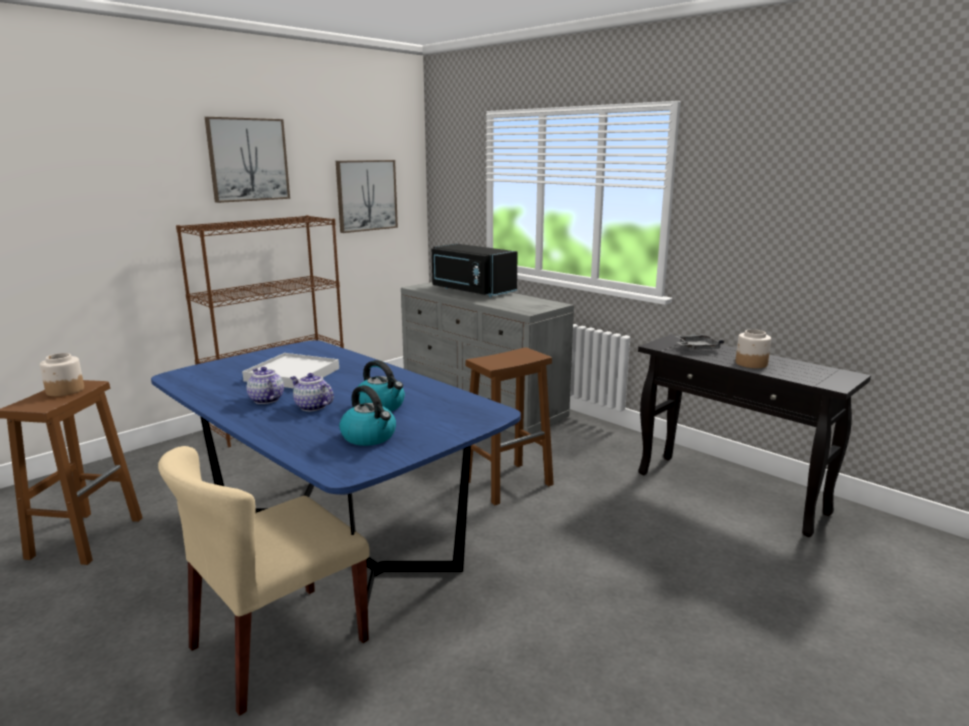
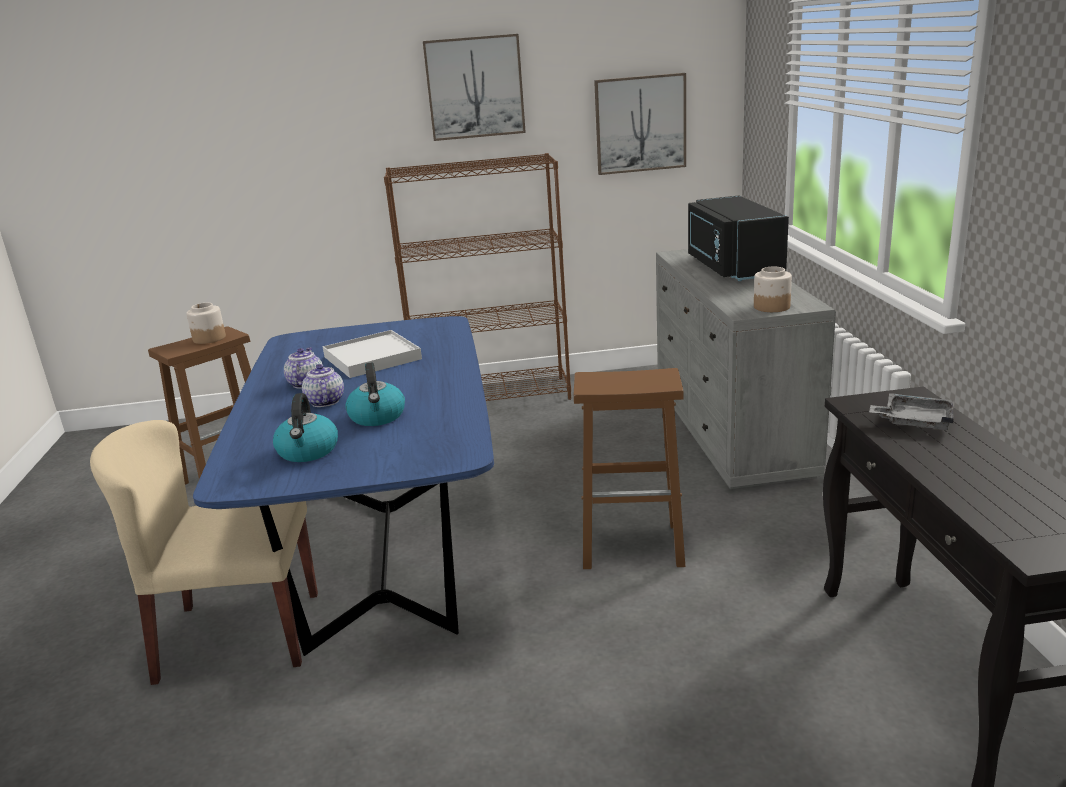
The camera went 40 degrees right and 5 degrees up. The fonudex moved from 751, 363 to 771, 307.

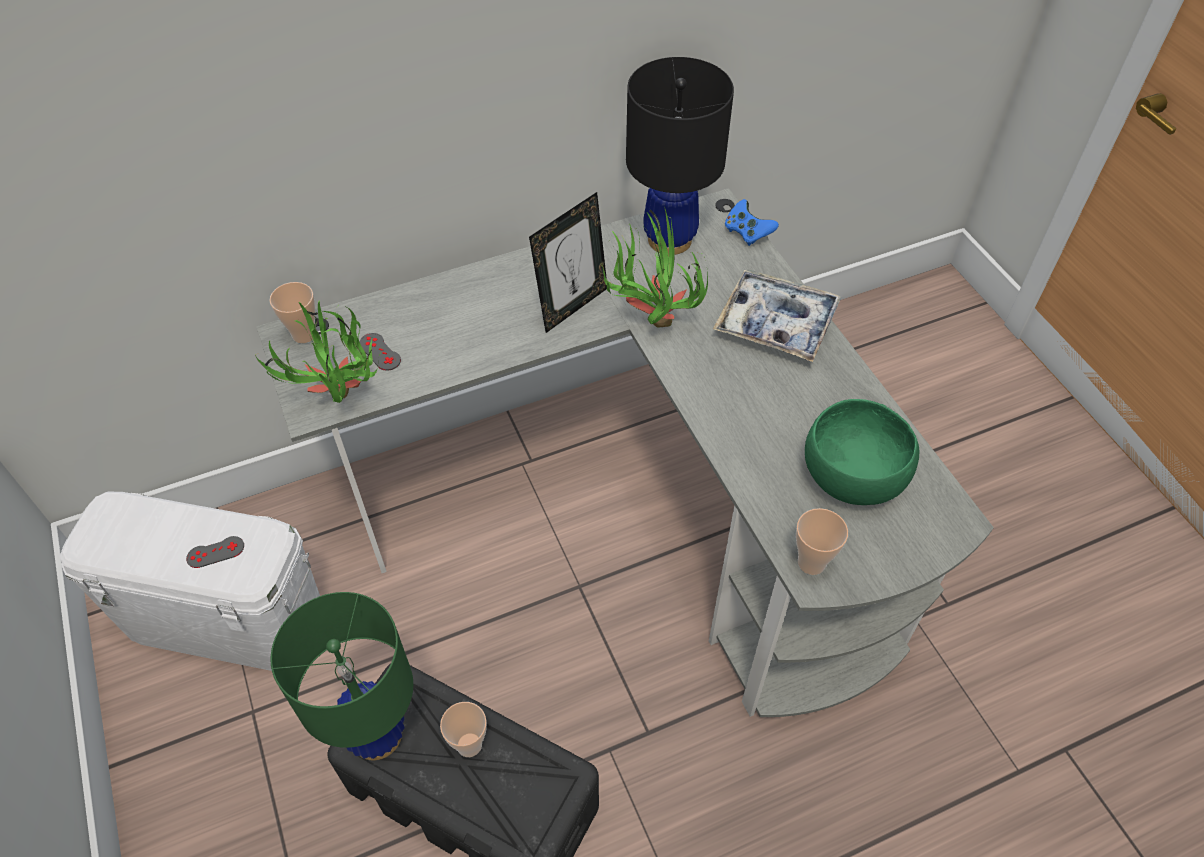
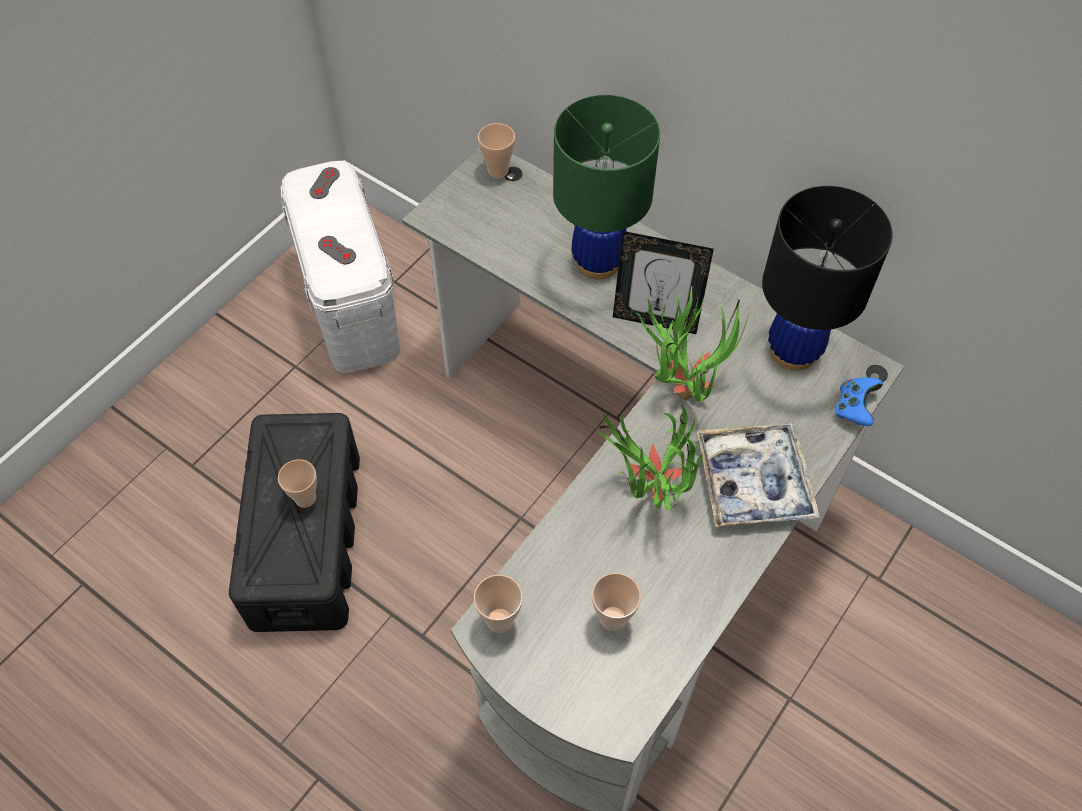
The camera went 60 degrees right and 5 degrees up. The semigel moved from 342, 404 to 649, 496. The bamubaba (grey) moved from 380, 352 to 324, 183. The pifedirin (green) at 853, 477 was replaced by the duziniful at 613, 618. The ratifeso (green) moved from 376, 735 to 597, 262.

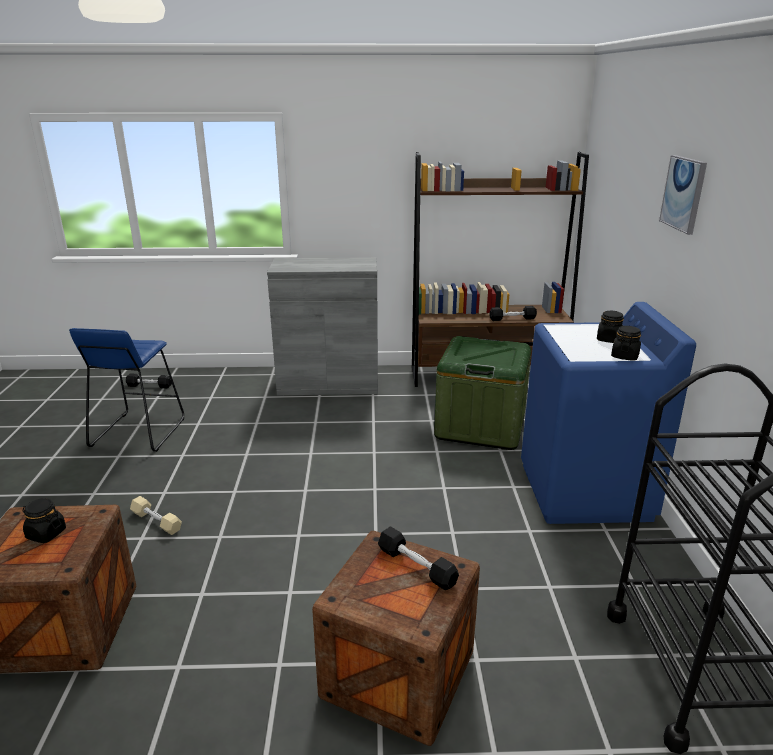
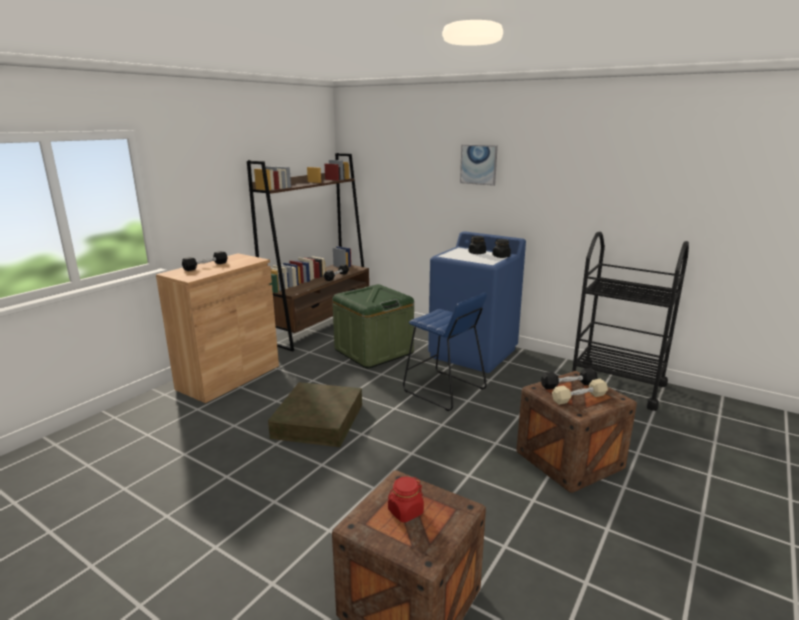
The camera went 55 degrees left and 5 degrees down. The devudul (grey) at 328, 384 became the devudul (brown) at 229, 377. The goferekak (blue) moved from 138, 432 to 443, 390. The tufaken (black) moved from 149, 386 to 205, 266. The tufaken (beige) moved from 156, 521 to 579, 398. The fonudex (black) at 46, 534 became the fonudex (red) at 405, 512. The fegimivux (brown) at 318, 421 appeared.

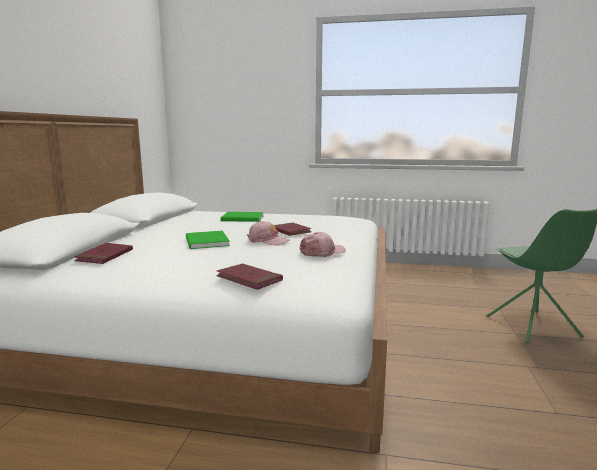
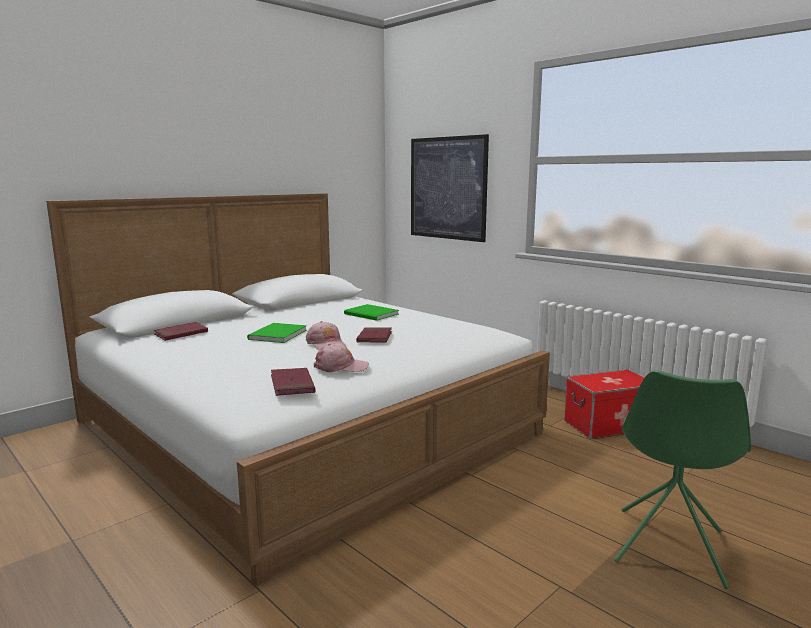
The camera went 35 degrees right and 0 degrees up. The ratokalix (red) moved from 249, 279 to 292, 384. The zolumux at 447, 188 appeared. The fegimivux at 608, 425 appeared.

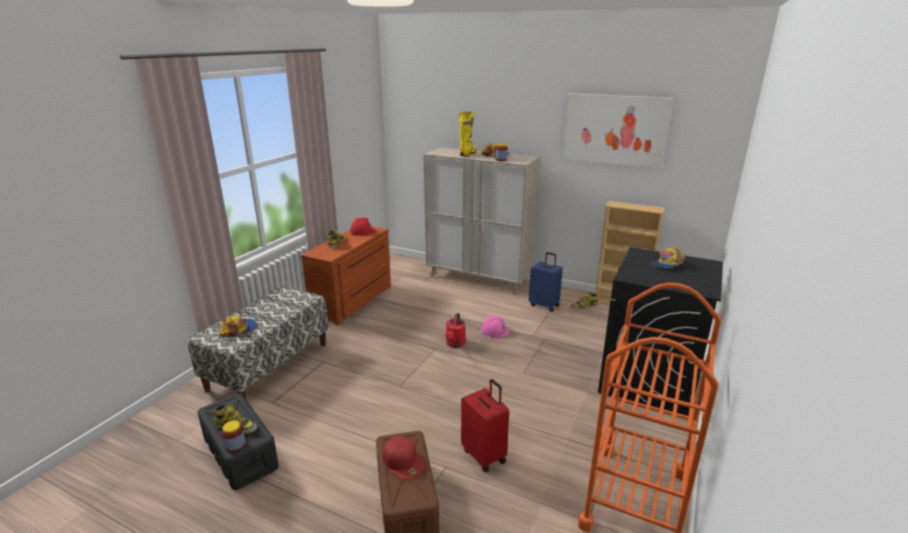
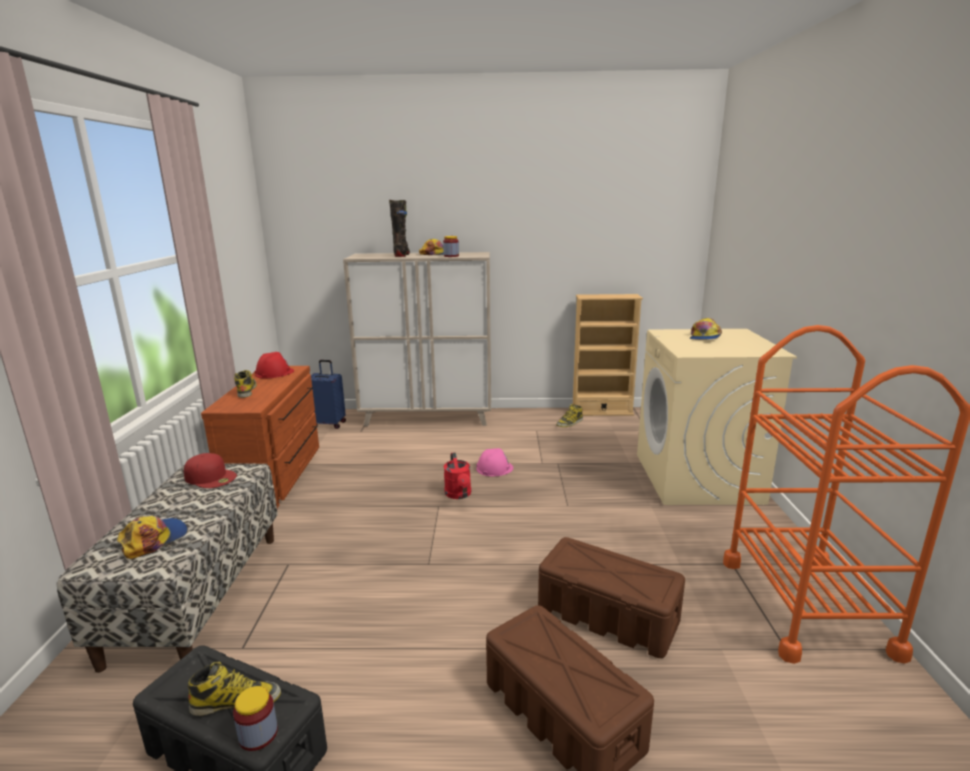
The camera went 25 degrees left and 5 degrees down. The zolumux at 614, 129 disappeared. The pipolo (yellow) at 468, 154 became the pipolo (black) at 402, 255. The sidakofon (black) at 648, 380 became the sidakofon (beige) at 698, 478. The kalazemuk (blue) moved from 544, 305 to 328, 424. The kalazemuk (red) at 484, 455 was replaced by the fegimivux (brown) at 608, 615. The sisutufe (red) moved from 403, 461 to 211, 477.

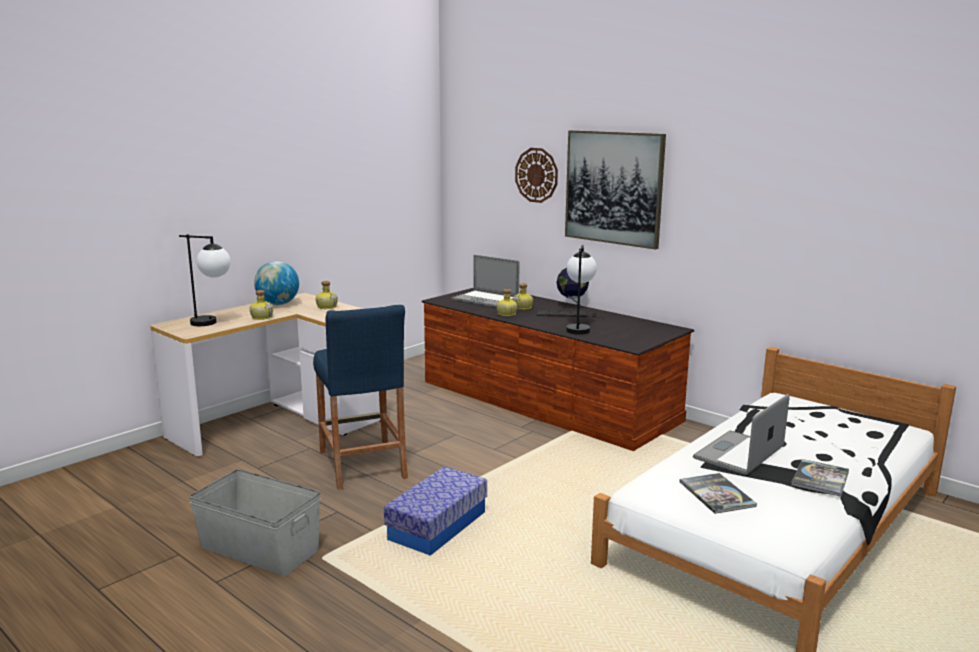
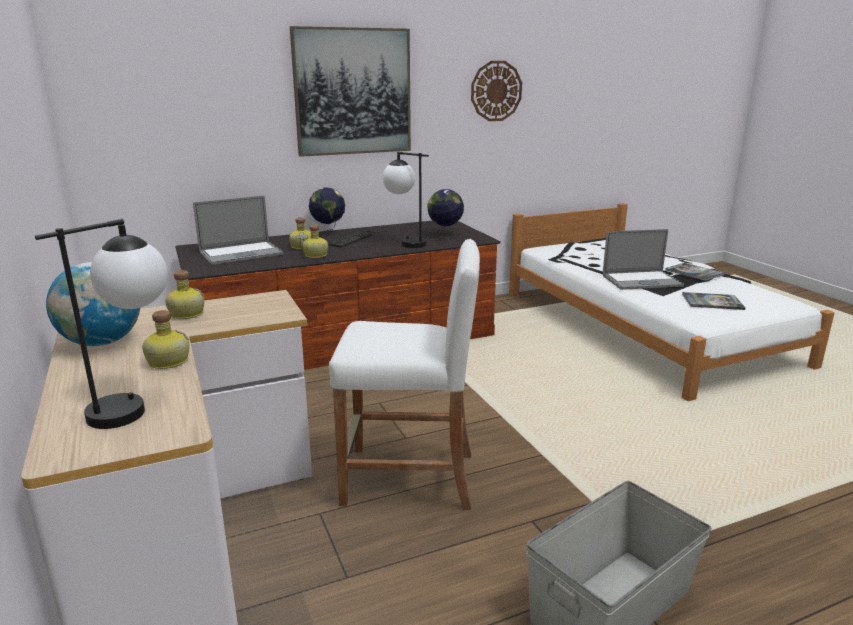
The camera went 65 degrees left and 5 degrees up. The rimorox moved from 536, 175 to 496, 91. The goferekak (blue) at 362, 464 became the goferekak (white) at 409, 478. The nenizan at 738, 453 turned 75 degrees counterclockwise. The fegimivux at 437, 526 disappeared. The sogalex at 445, 235 appeared.

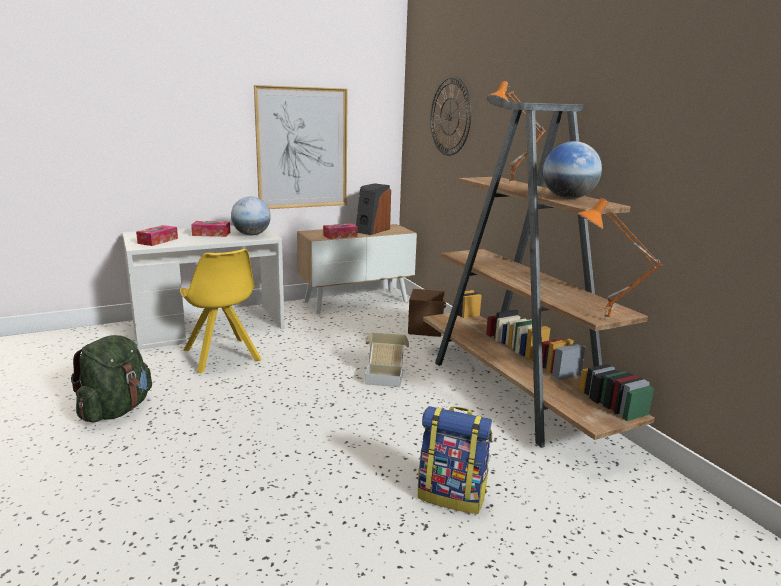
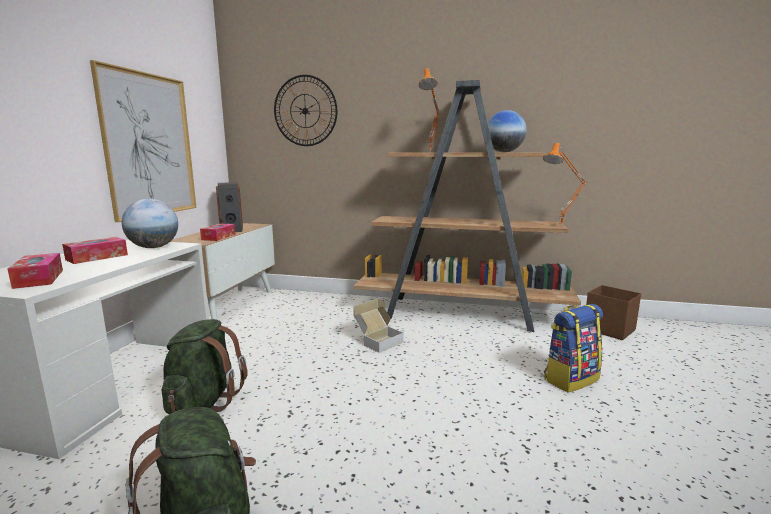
The camera went 50 degrees left and 5 degrees down. The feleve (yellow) at 222, 356 was replaced by the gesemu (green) at 204, 401. The fegimivux (brown) moved from 426, 329 to 608, 329.

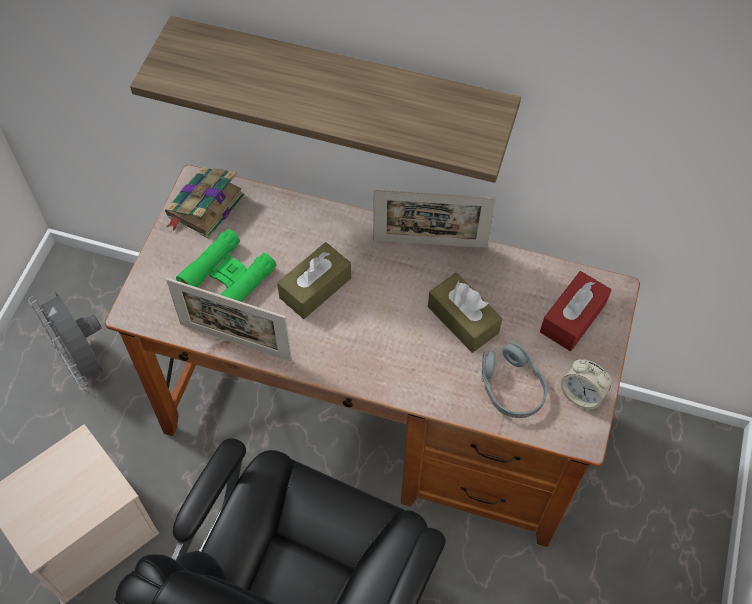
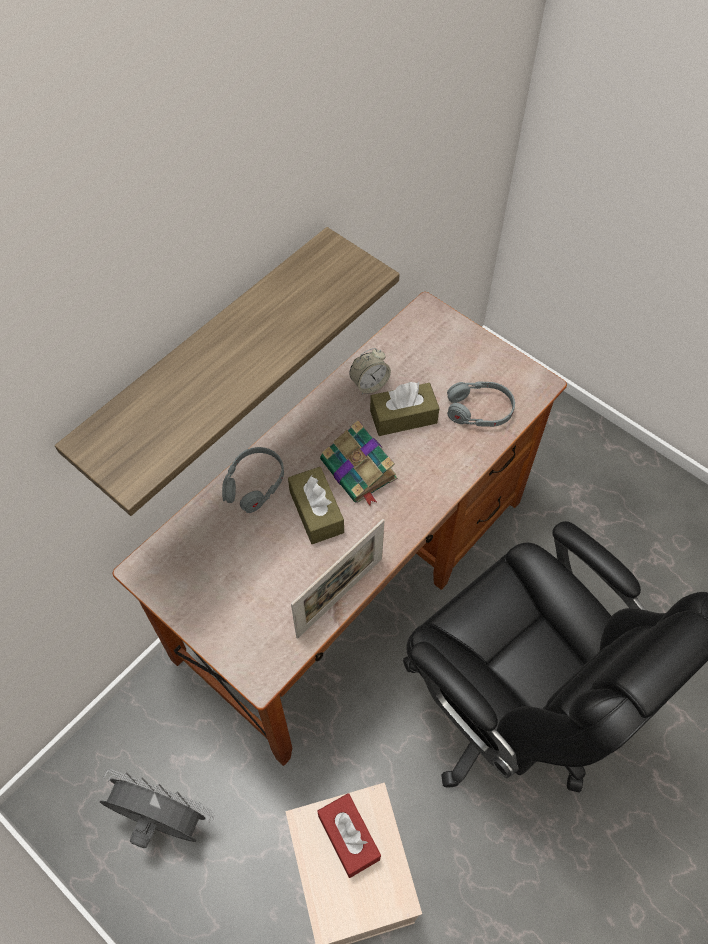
The camera went 65 degrees left and 0 degrees up. The ratokalix moved from 204, 207 to 359, 471. The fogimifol at 430, 243 disappeared. The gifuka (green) at 228, 277 disappeared. The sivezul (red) moved from 572, 318 to 349, 837. The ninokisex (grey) at 83, 361 turned 150 degrees counterclockwise. The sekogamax moved from 581, 395 to 369, 384. The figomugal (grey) at 254, 484 appeared.

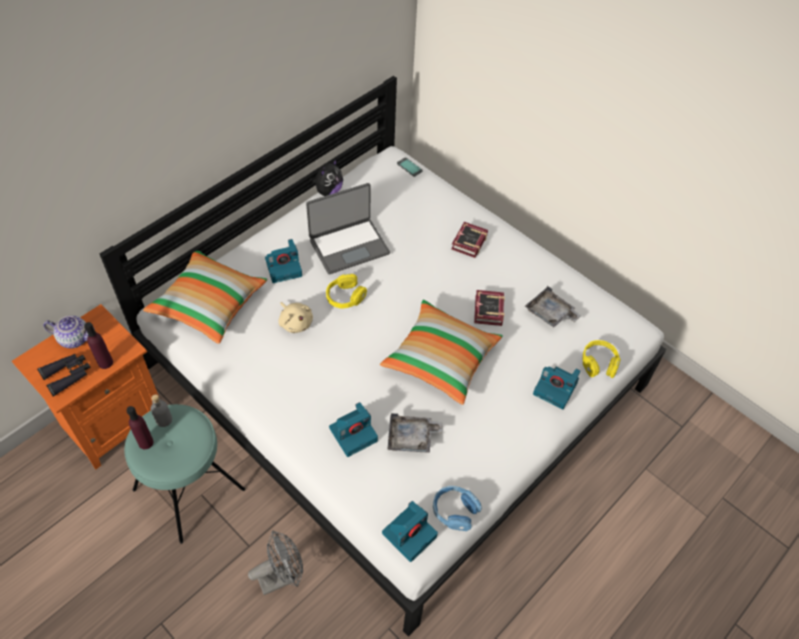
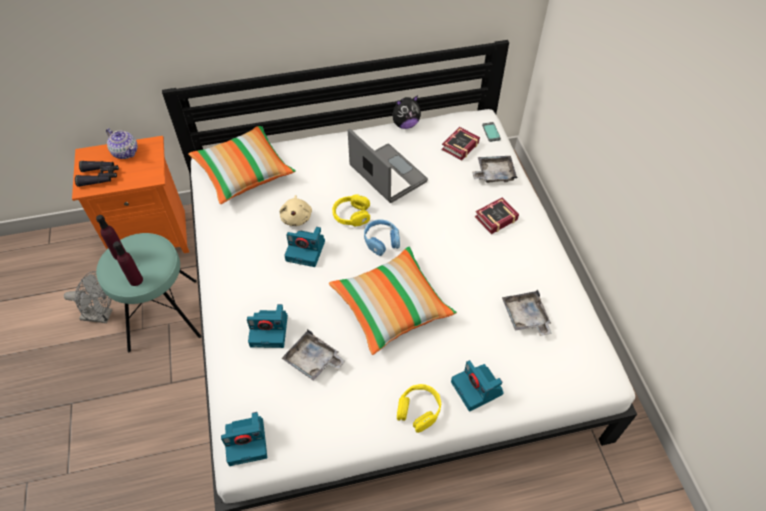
The camera went 35 degrees right and 0 degrees up. The nenizan at 349, 246 turned 135 degrees counterclockwise. The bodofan moved from 284, 267 to 306, 250. The ratokalix moved from 487, 312 to 458, 147. The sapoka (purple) moved from 105, 362 to 136, 280. The figomugal (yellow) moved from 599, 363 to 419, 410. The sapoka (grey) at 164, 420 disappeared. The figomugal (blue) moved from 454, 511 to 381, 241. The ninokisex (grey) moved from 282, 576 to 101, 315. The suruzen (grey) at 494, 174 appeared.

